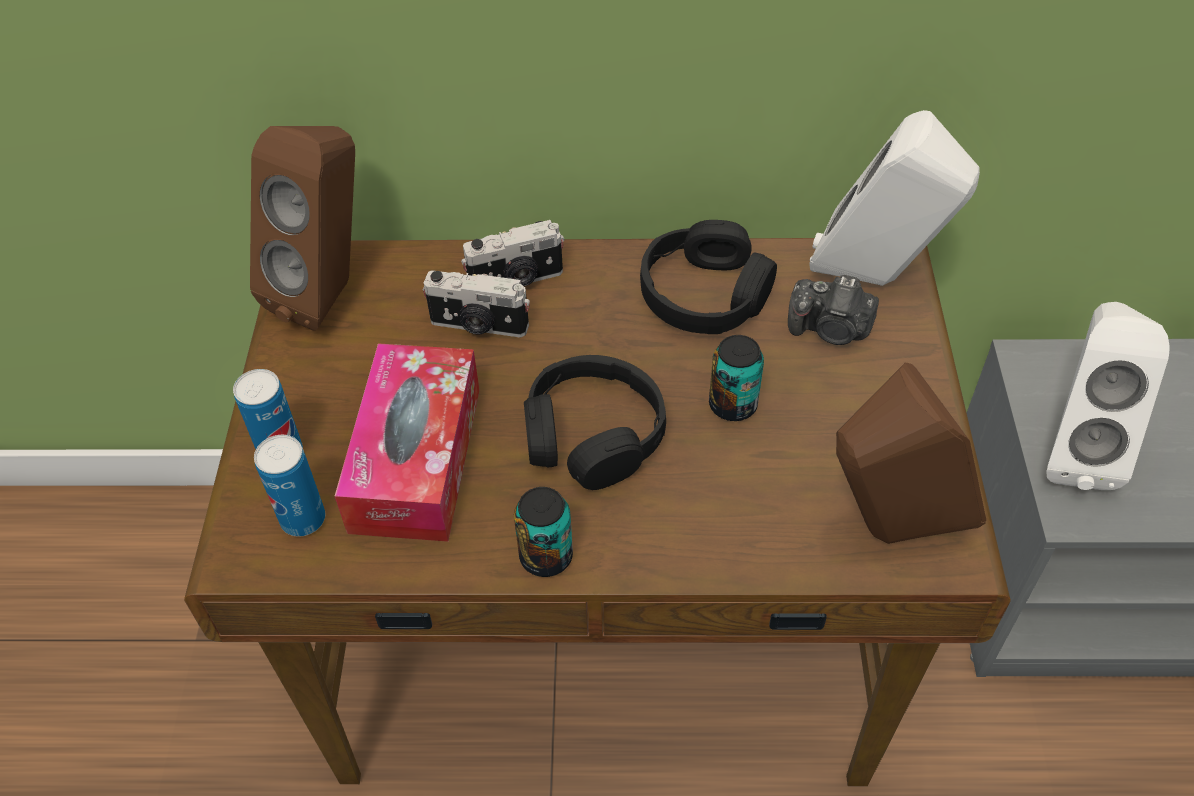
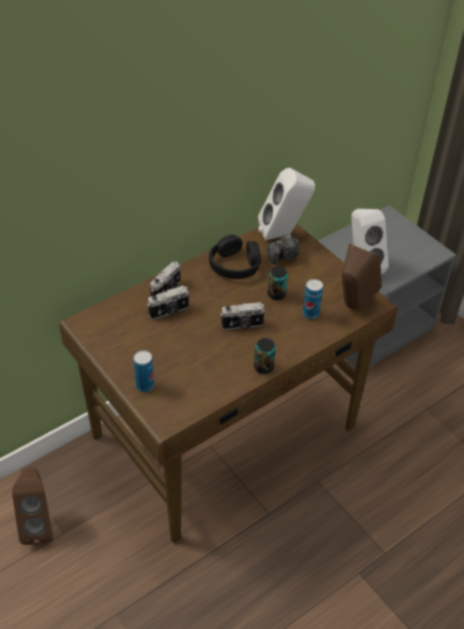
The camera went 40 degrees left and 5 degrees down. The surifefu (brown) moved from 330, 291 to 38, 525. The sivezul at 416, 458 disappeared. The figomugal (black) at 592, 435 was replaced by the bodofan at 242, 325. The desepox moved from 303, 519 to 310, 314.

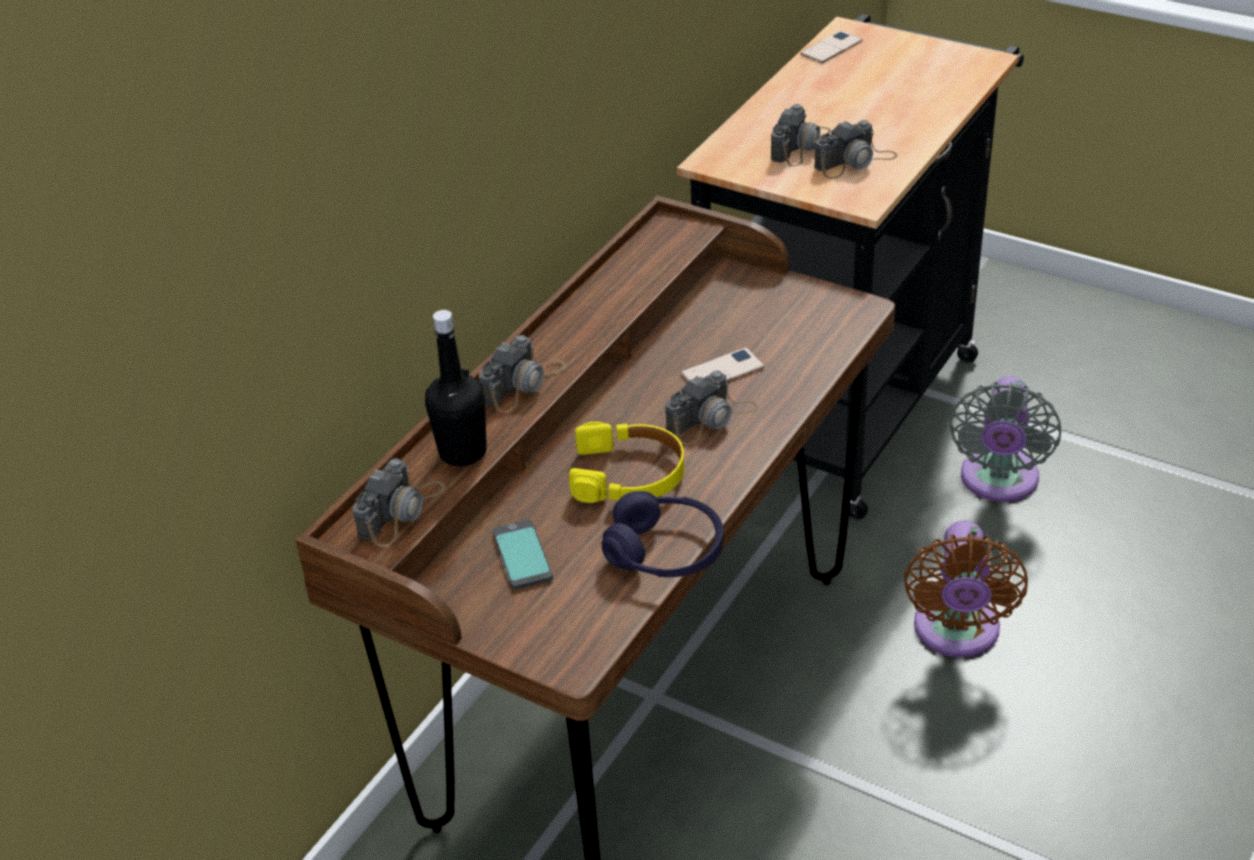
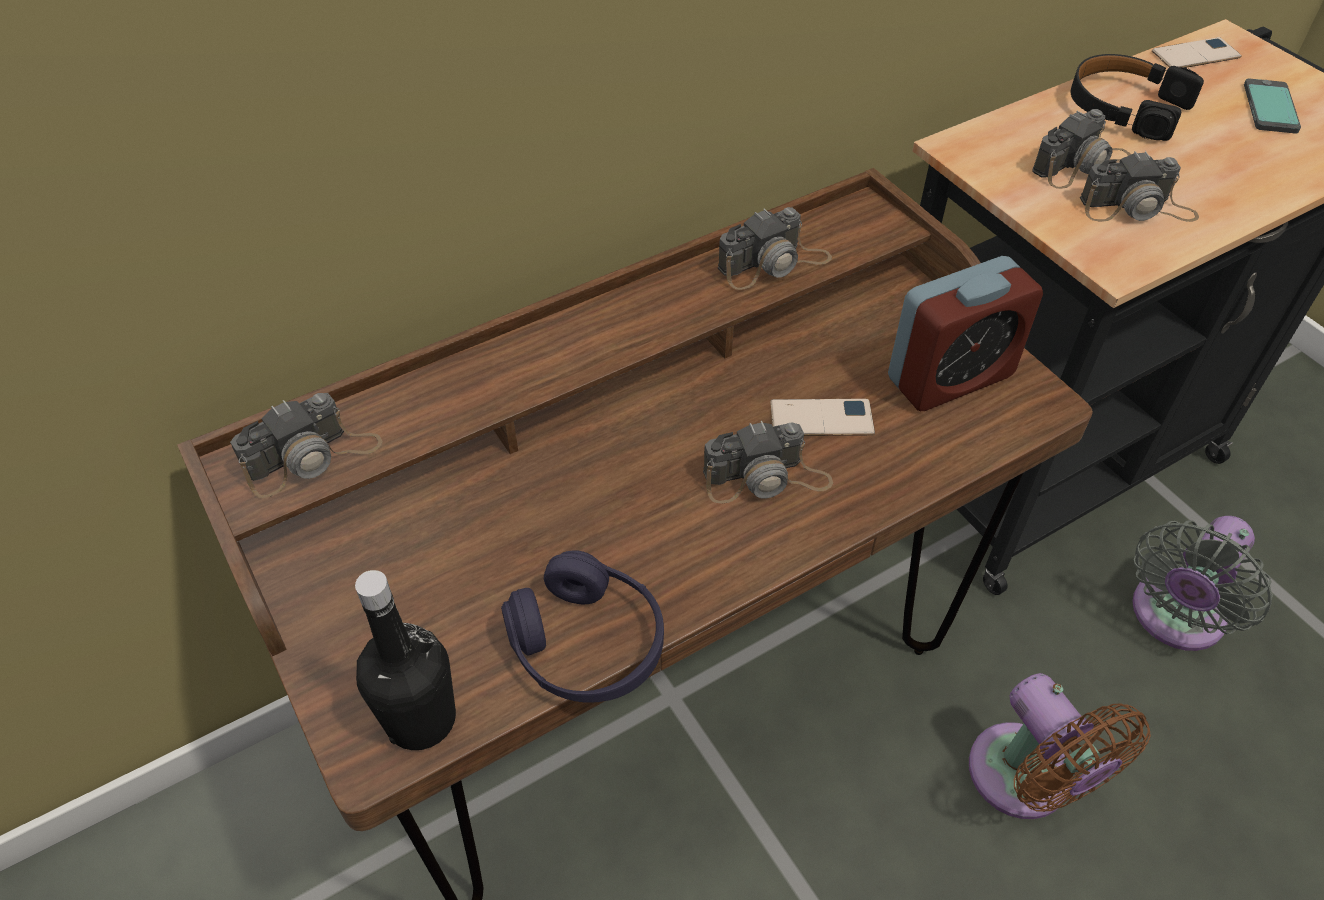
The camera went 25 degrees right and 10 degrees up. The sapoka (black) moved from 462, 452 to 421, 719. The bodofan moved from 523, 383 to 774, 263. The figomugal (yellow) at 629, 475 disappeared. The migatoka moved from 522, 556 to 1269, 108. The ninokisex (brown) at 956, 633 turned 60 degrees counterclockwise. The figomugal (black) at 1125, 107 appeared. The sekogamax at 950, 377 appeared.

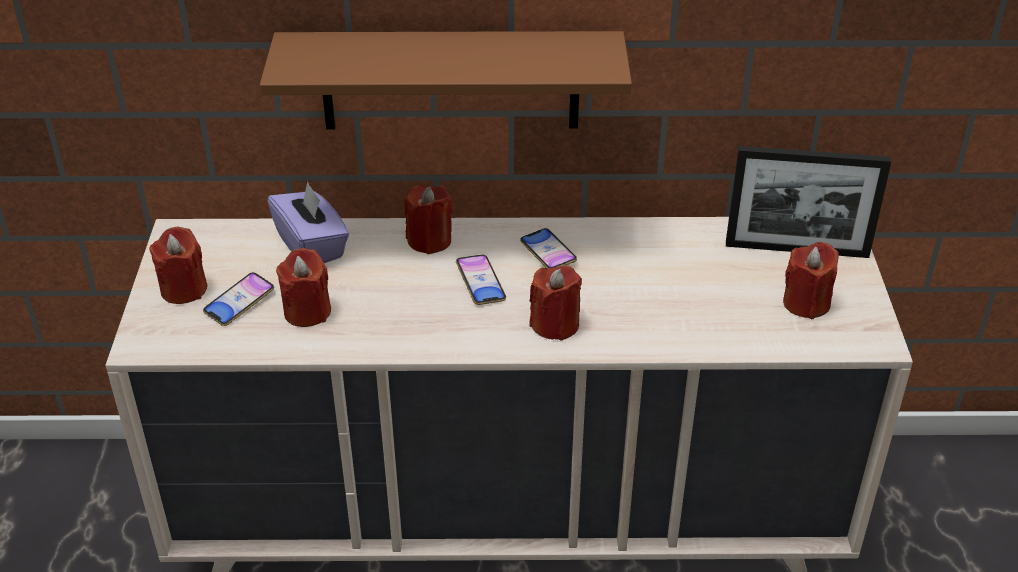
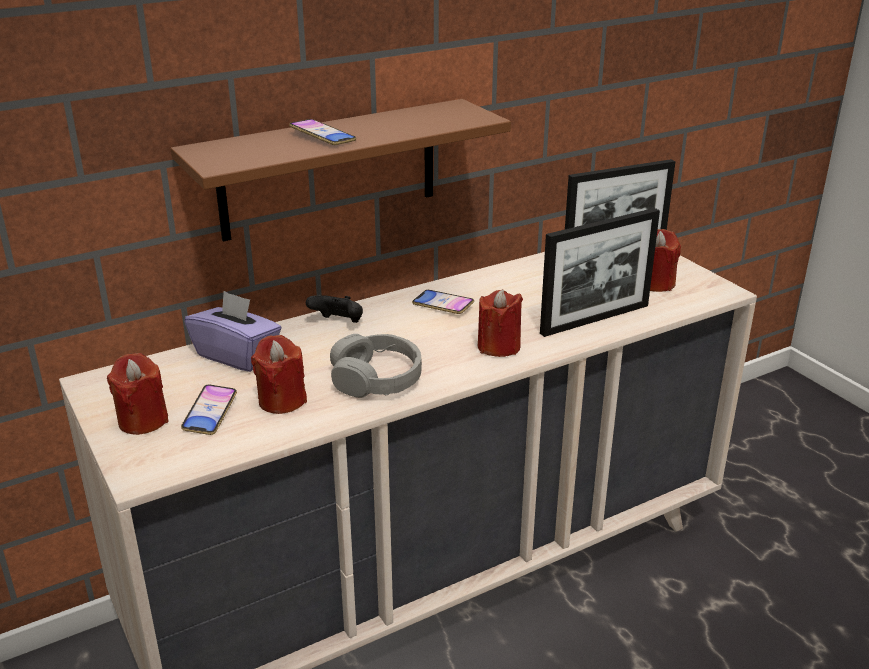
The camera went 30 degrees left and 10 degrees down. The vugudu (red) at 429, 240 was replaced by the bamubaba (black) at 338, 323. The migatoka moved from 480, 283 to 322, 137. The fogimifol at 595, 319 appeared. The figomugal (grey) at 376, 379 appeared.

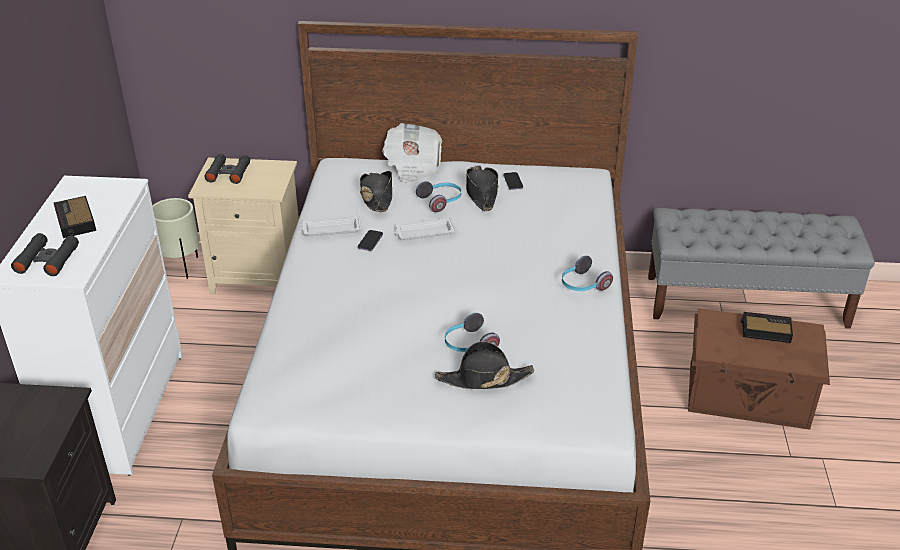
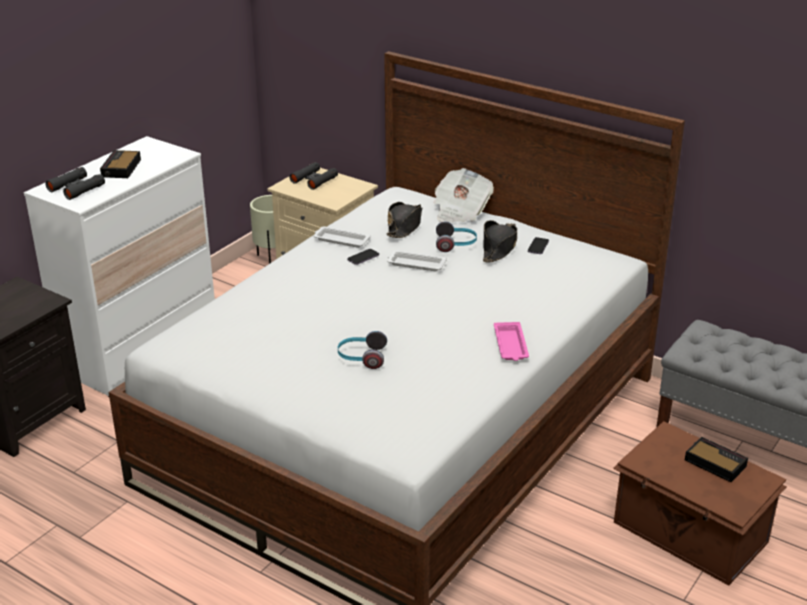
The camera went 30 degrees right and 5 degrees down. The figomugal at 583, 285 was replaced by the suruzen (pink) at 510, 345. The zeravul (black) at 484, 378 disappeared.

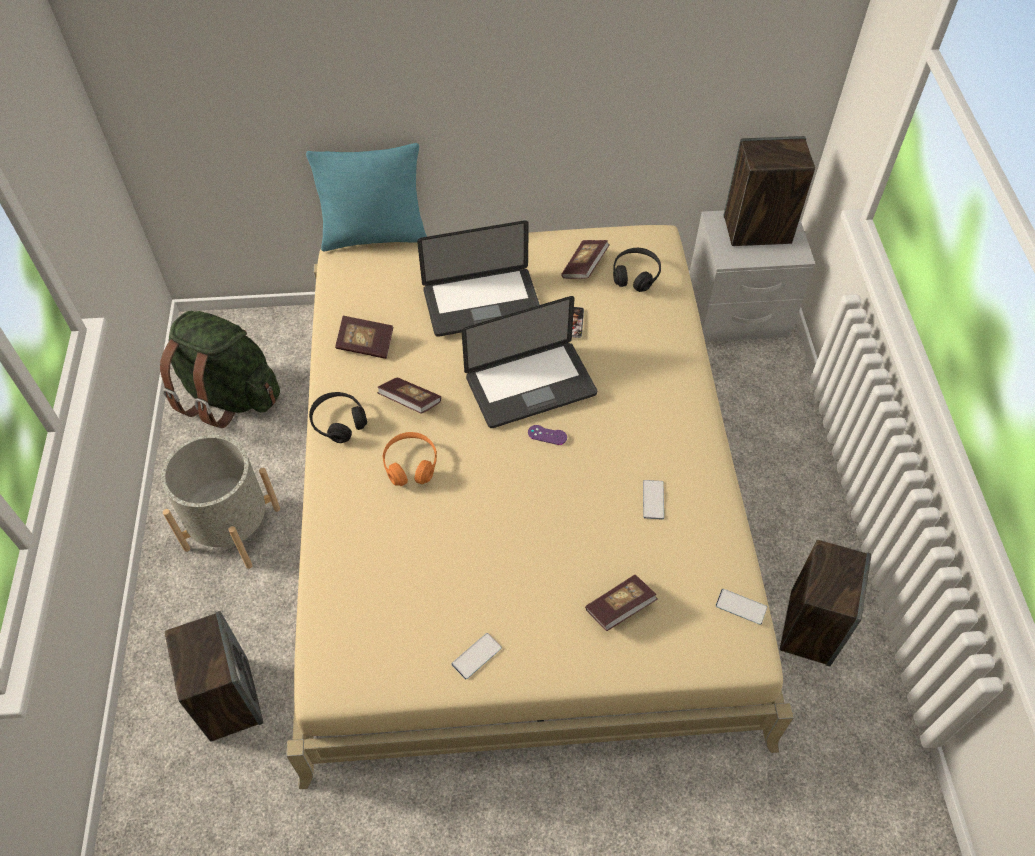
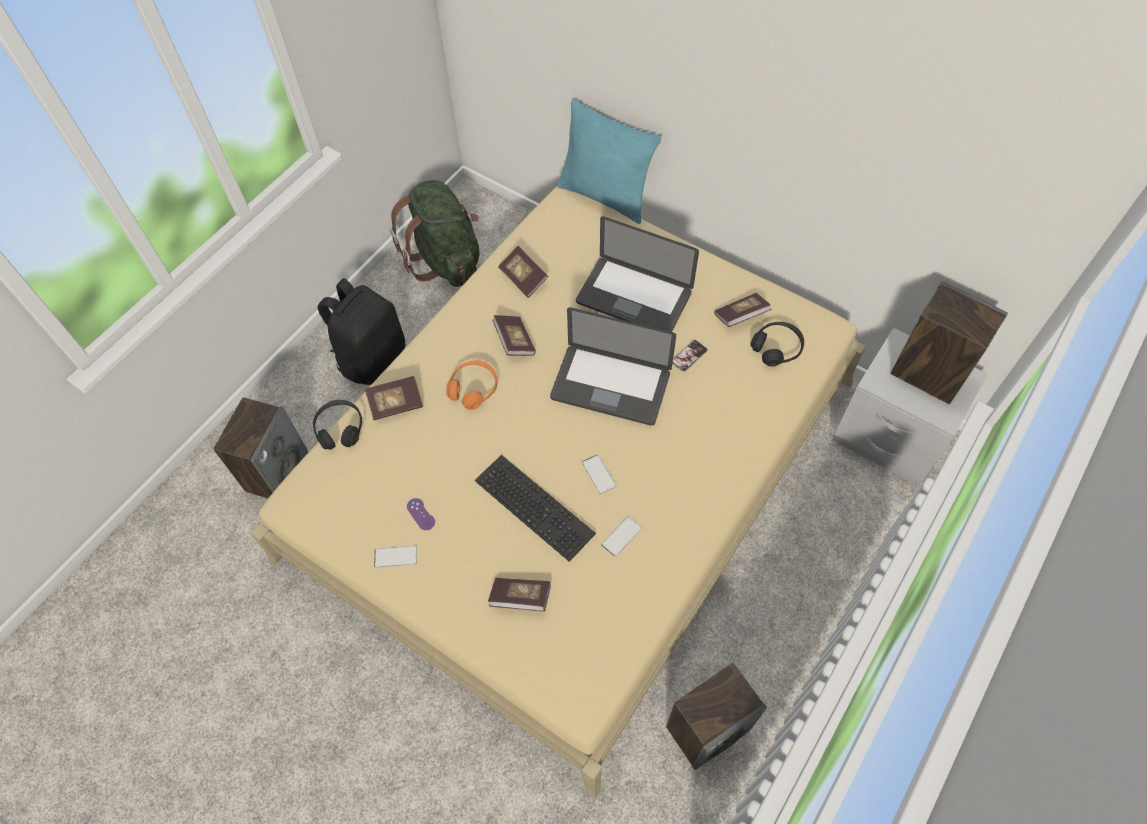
The camera went 40 degrees right and 5 degrees up. The figomugal (black) moved from 339, 422 to 340, 429. The bamubaba (purple) moved from 547, 435 to 421, 514. The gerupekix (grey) at 232, 528 was replaced by the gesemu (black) at 372, 357. The migatoka moved from 741, 606 to 599, 474. The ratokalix at 396, 404 appeared. The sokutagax at 537, 506 appeared.

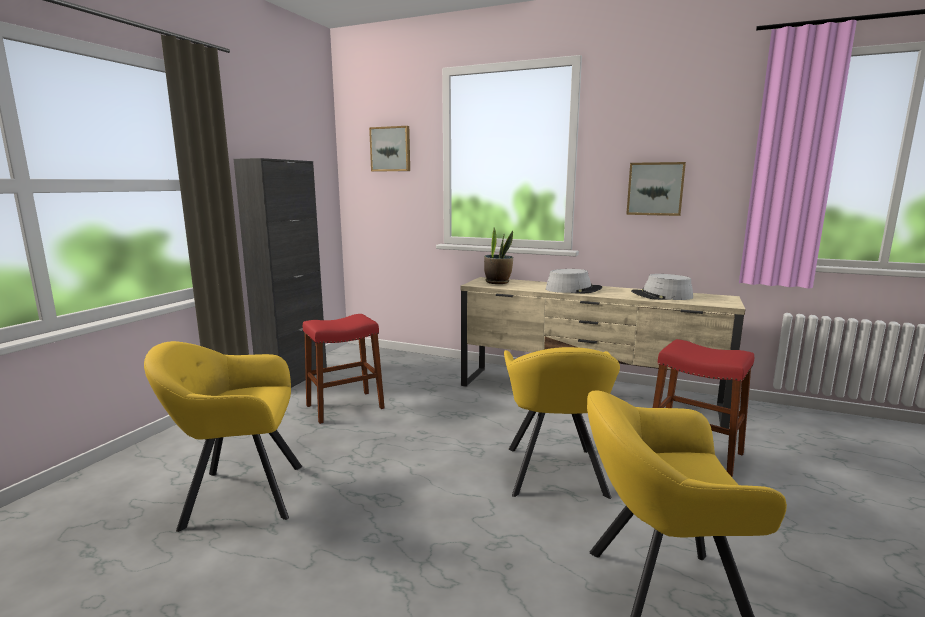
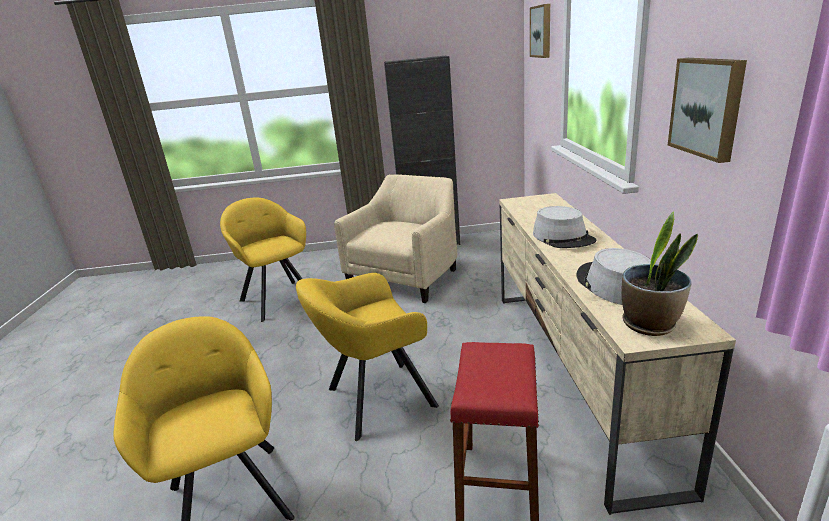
The camera went 65 degrees right and 10 degrees up. The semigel moved from 497, 282 to 650, 324. The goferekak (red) at 345, 407 was replaced by the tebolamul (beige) at 407, 277.

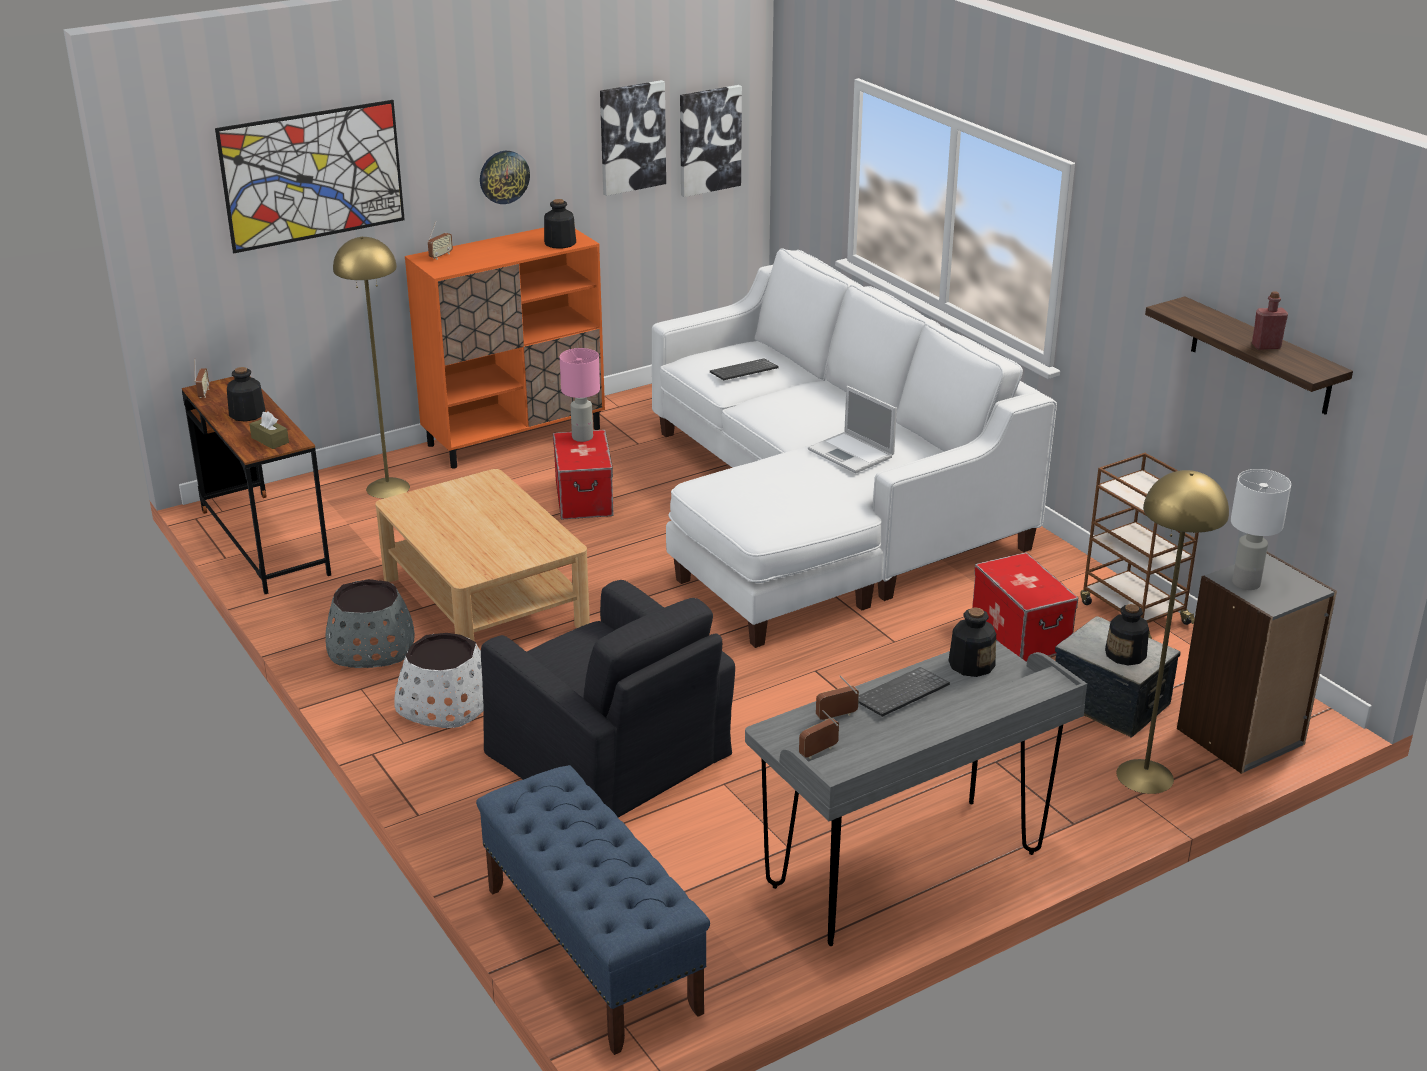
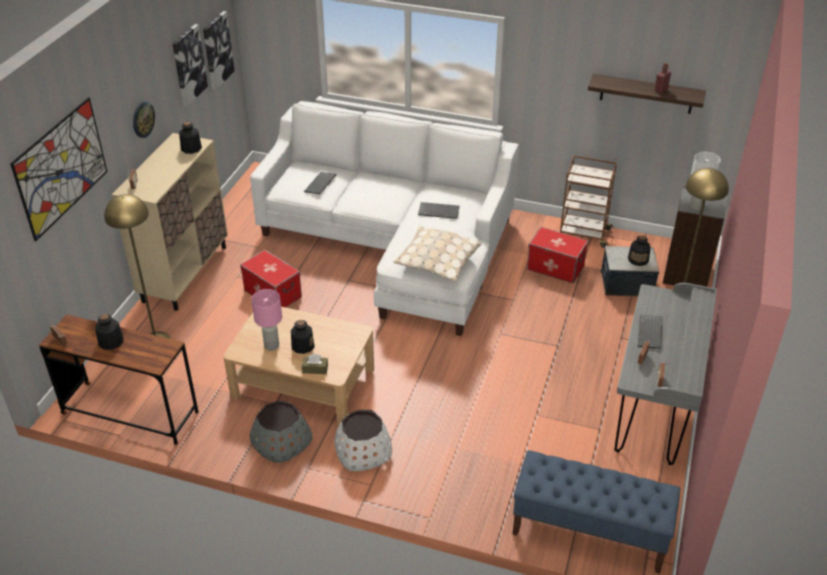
The camera went 40 degrees left and 10 degrees up. The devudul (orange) at 515, 436 became the devudul (beige) at 185, 273. The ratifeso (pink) moved from 582, 437 to 271, 345. The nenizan at 852, 454 was replaced by the sokutagax at 439, 211. The sivezul (brown) moved from 270, 440 to 315, 369. The tebolamul (black) at 610, 756 disappeared. The sapoka moved from 971, 664 to 302, 346. The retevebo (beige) at 437, 262 appeared.

